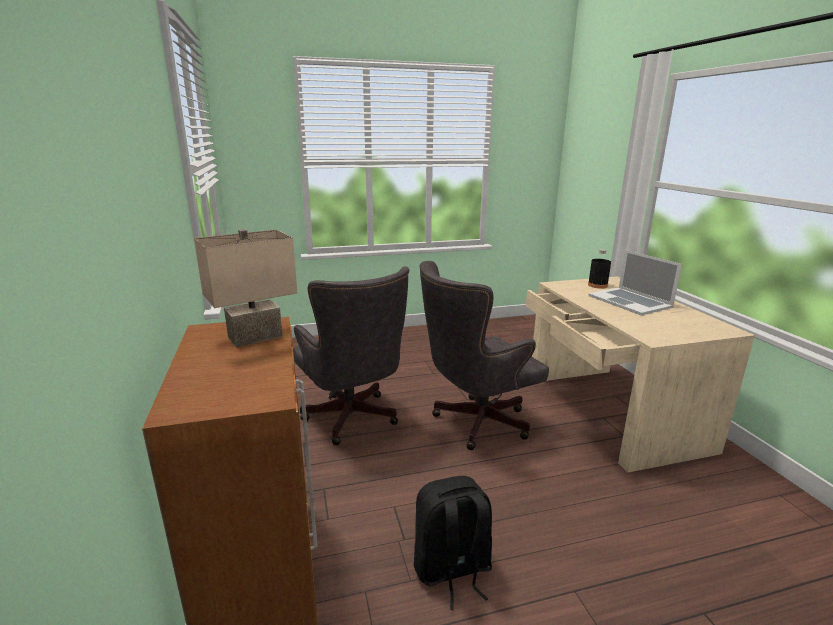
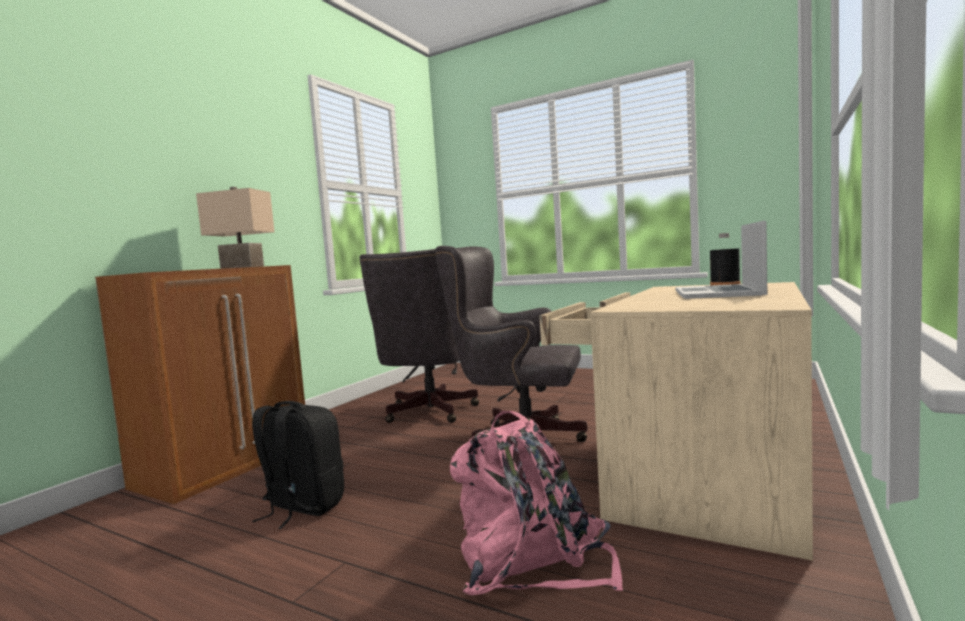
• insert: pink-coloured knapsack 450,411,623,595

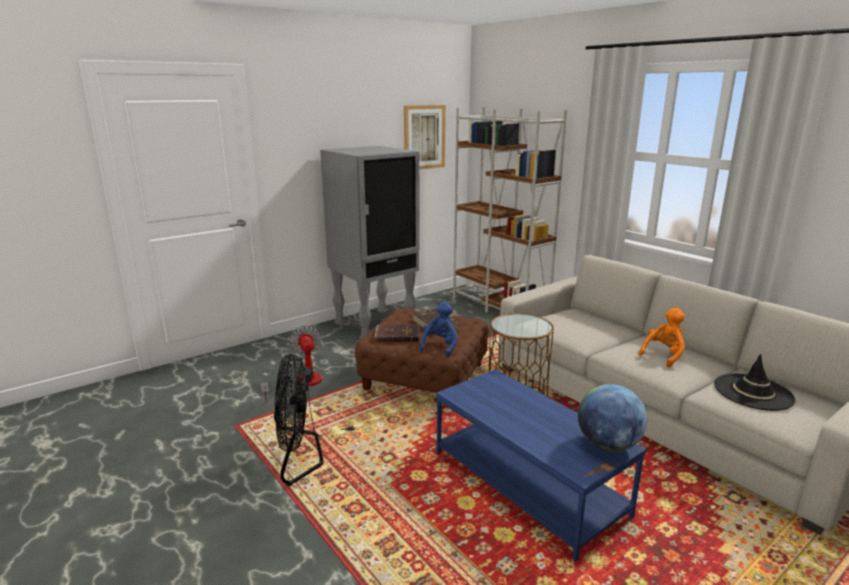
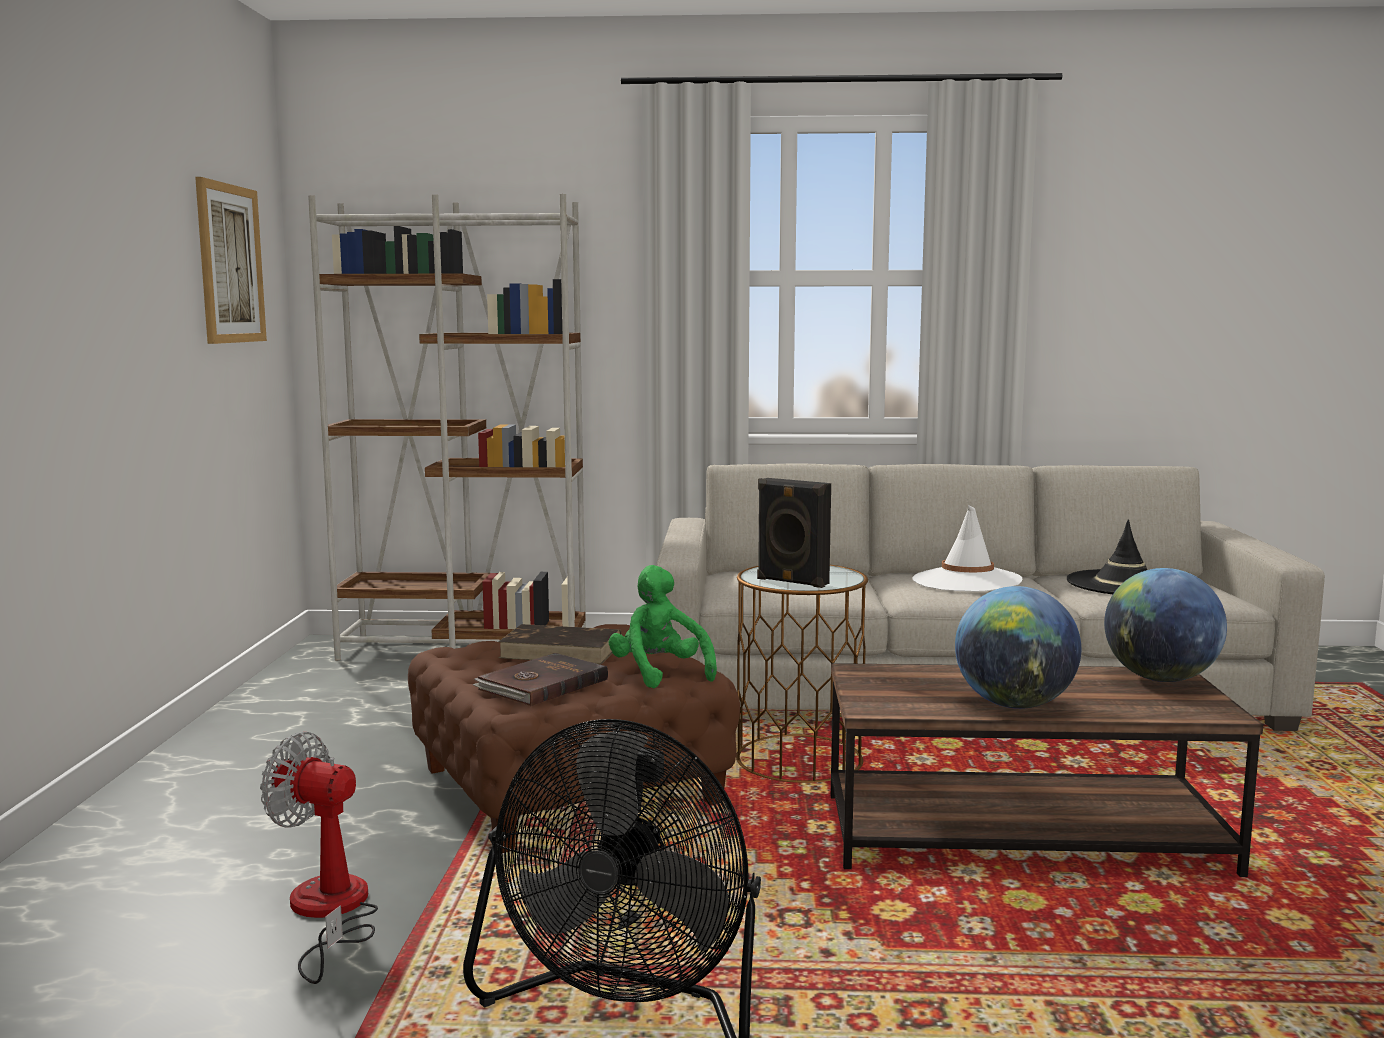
• delete: grey cabinet 320,146,420,339
• recolor: bluish cuddly toy 419,301,458,358 to greenish cuddly toy 608,565,717,689
• replace: orange cuddly toy 639,308,685,368 to white-coloured clothing hat 913,505,1022,592
• recolor: bluish low table 436,369,646,561 to brown low table 831,663,1263,877
• insert: black audio speaker 757,478,831,588
• insert: desk globe 955,586,1081,709

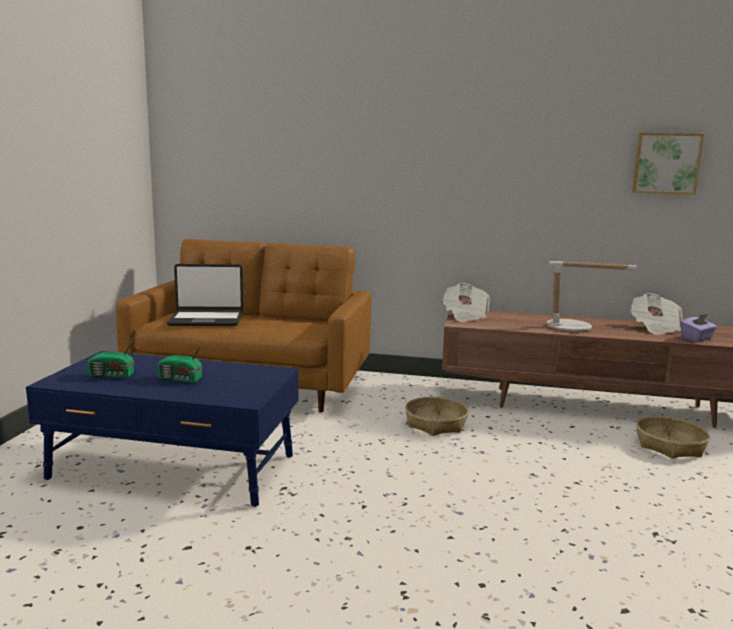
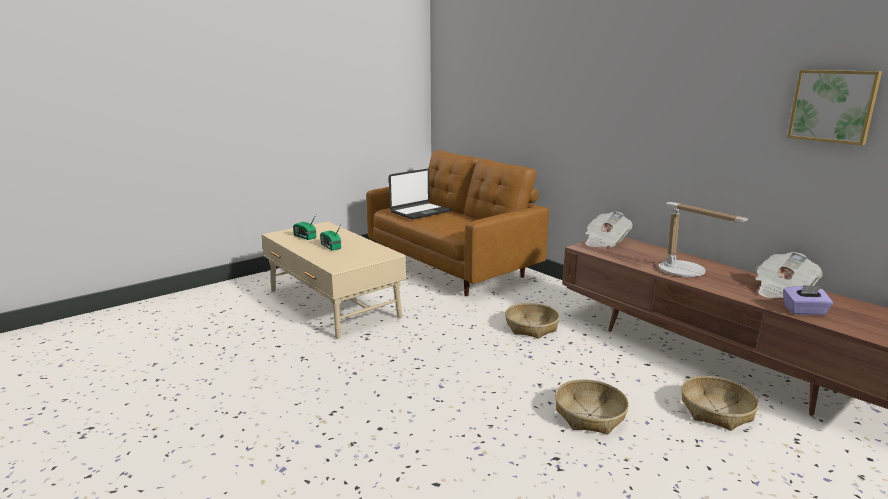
• rotate: notebook computer 167,264,243,326 = 389,169,451,219 75 degrees counterclockwise
• recolor: bluish low table 26,351,299,507 to beige low table 261,222,406,339
• insert: household basket 555,379,629,434

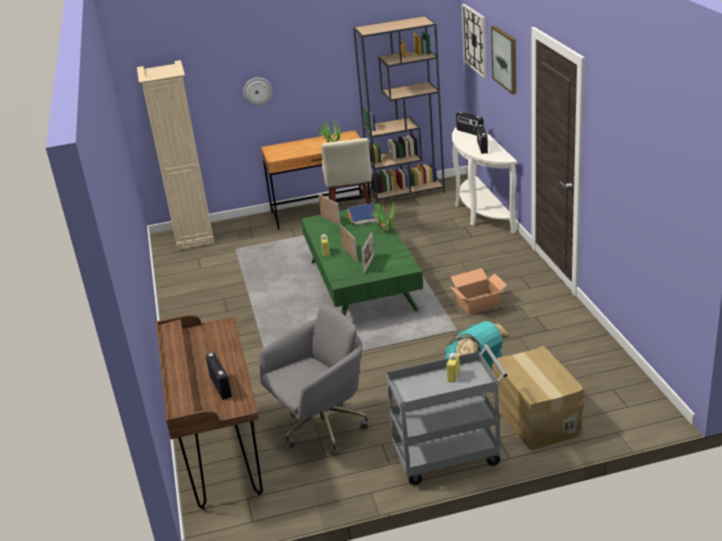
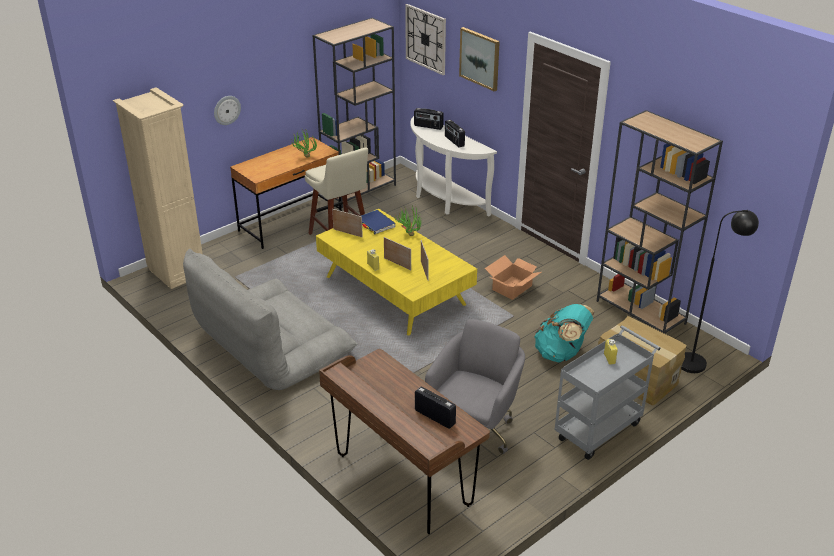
• recolor: greenish low table 301,203,423,316 to yellow low table 316,208,477,336
• insert: shelving unit 596,110,723,334
• insert: black floor lamp 681,210,759,373
• insert: grey settee 183,249,358,390

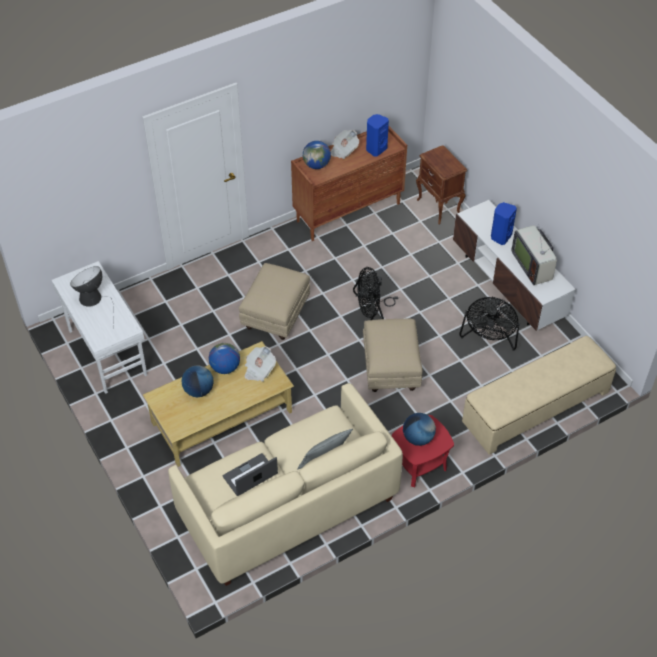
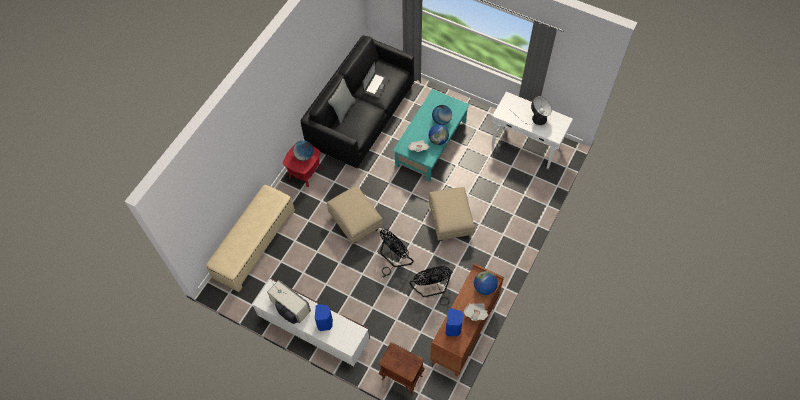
• move: black cooling fan 459,297,520,351 to 409,266,453,308
• recolor: beige low table 143,341,294,467 to blue-green low table 393,89,470,182
• recolor: beige settee 168,383,403,586 to black settee 301,35,414,169

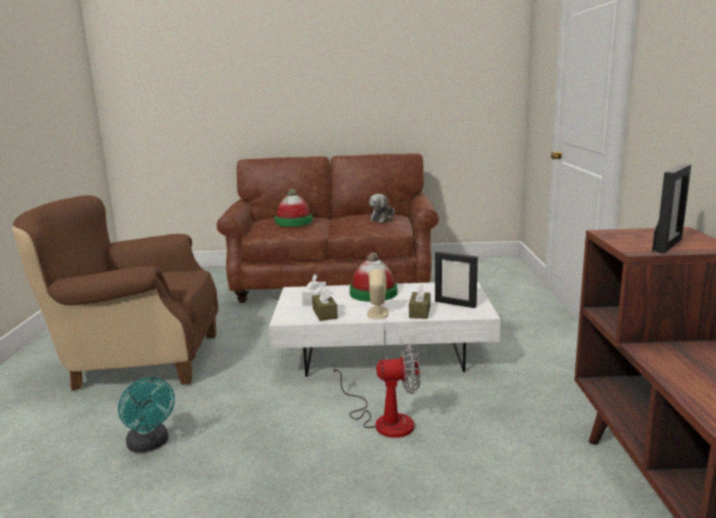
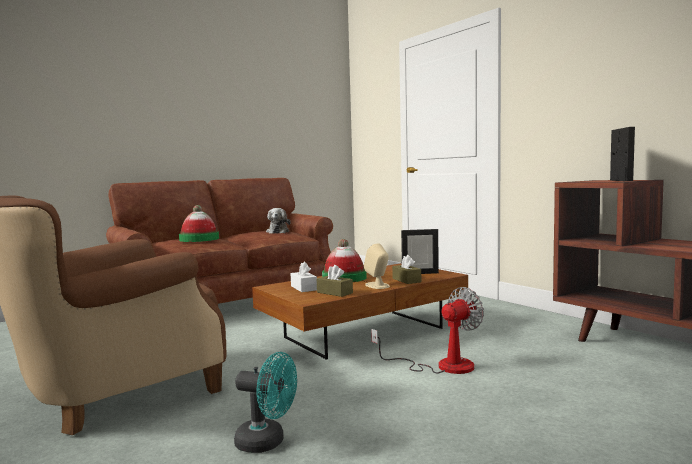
• recolor: white-coloured low table 269,281,501,377 to brown low table 252,263,468,360

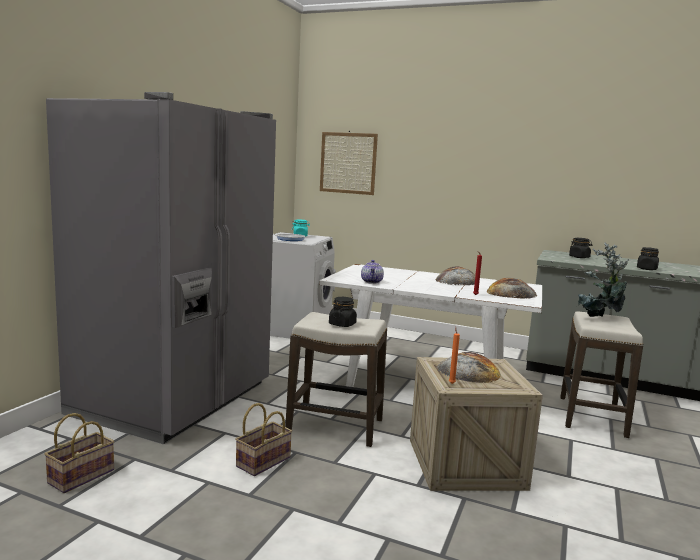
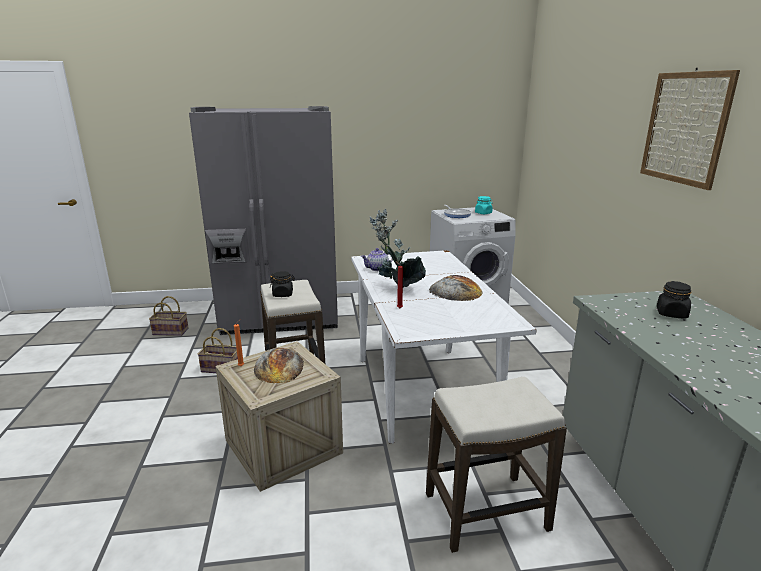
• move: wall art 320,131,378,195 to 640,68,740,190
• move: potted plant 578,242,629,317 to 370,209,426,287
• delete: black preserve jar 637,247,659,270
• delete: bread 487,278,537,299

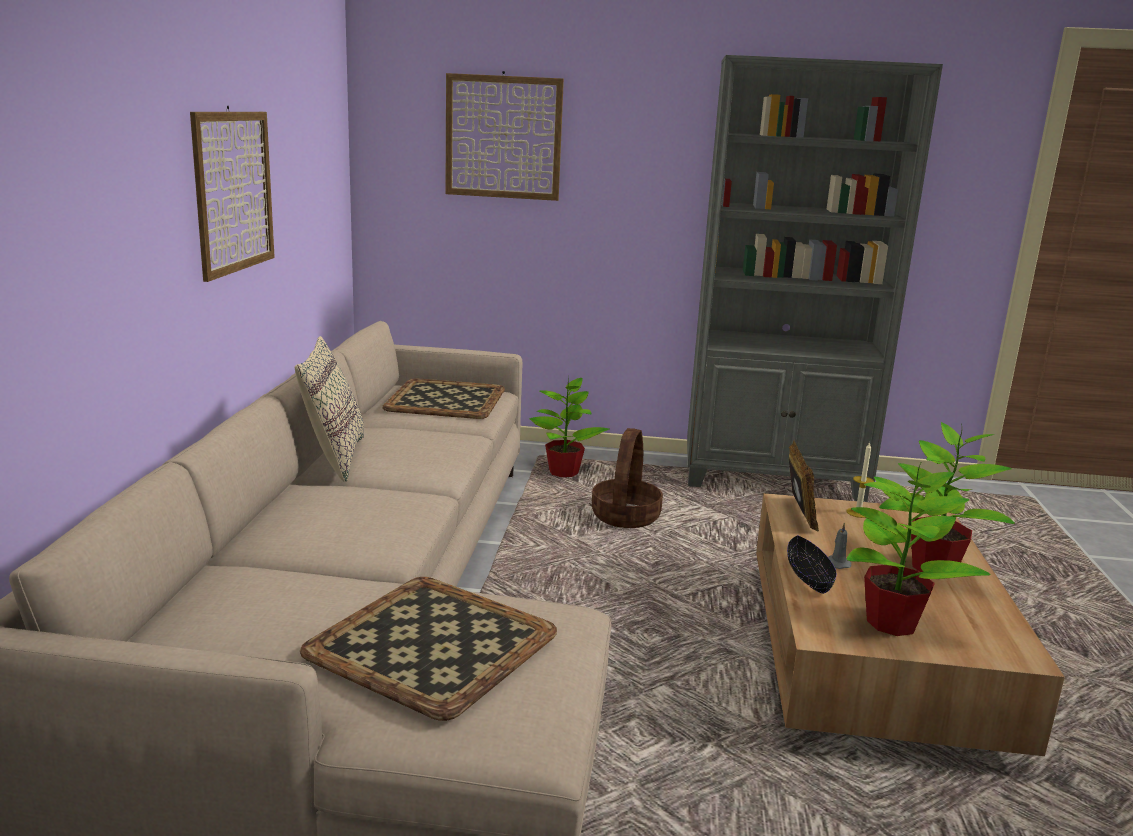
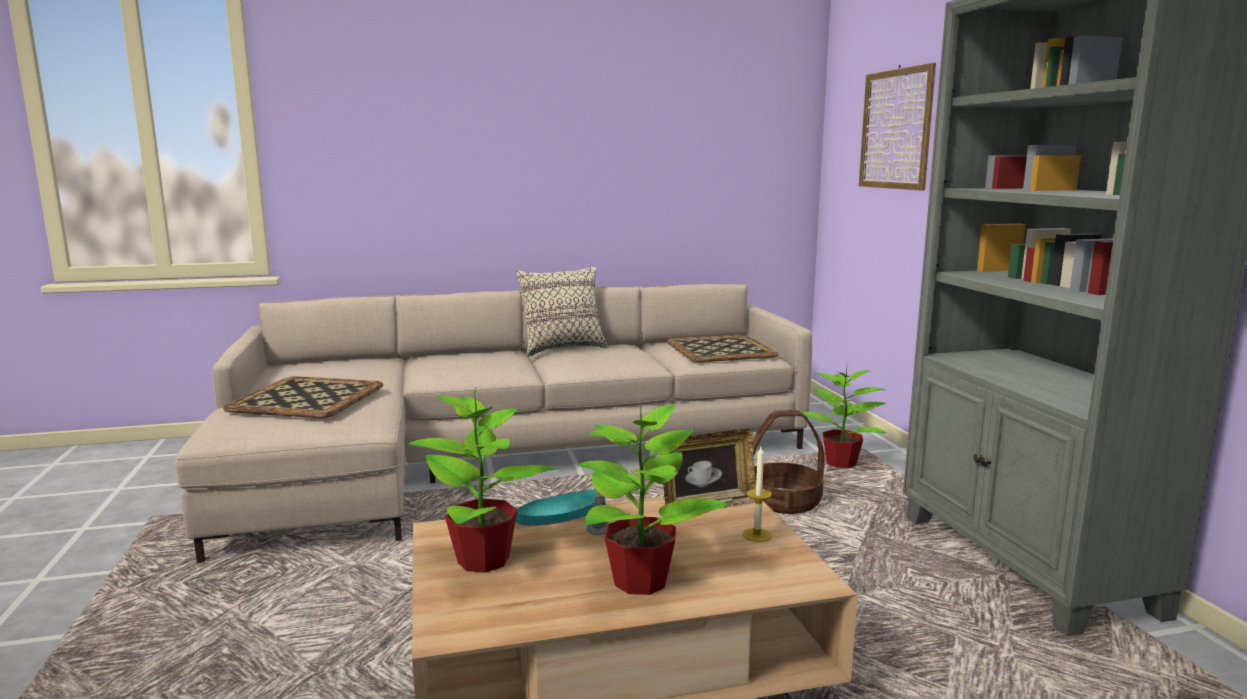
• delete: wall art 190,106,275,282
• recolor: black serving bowl 787,535,836,594 to blue-green serving bowl 516,490,597,526

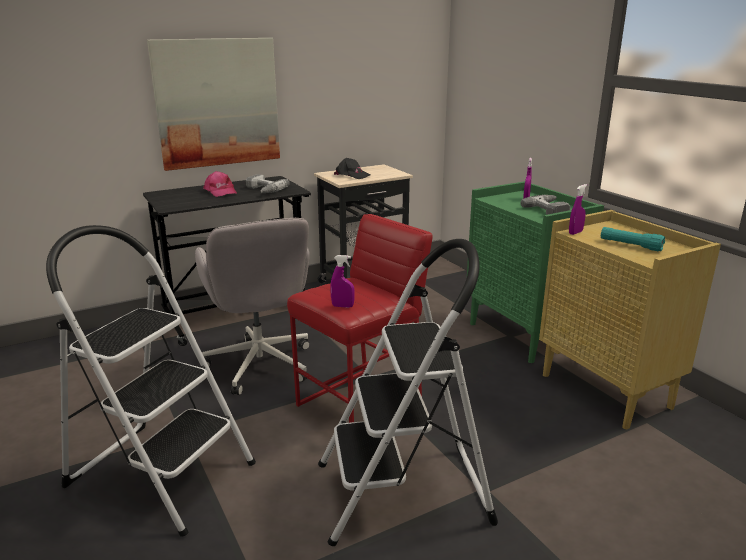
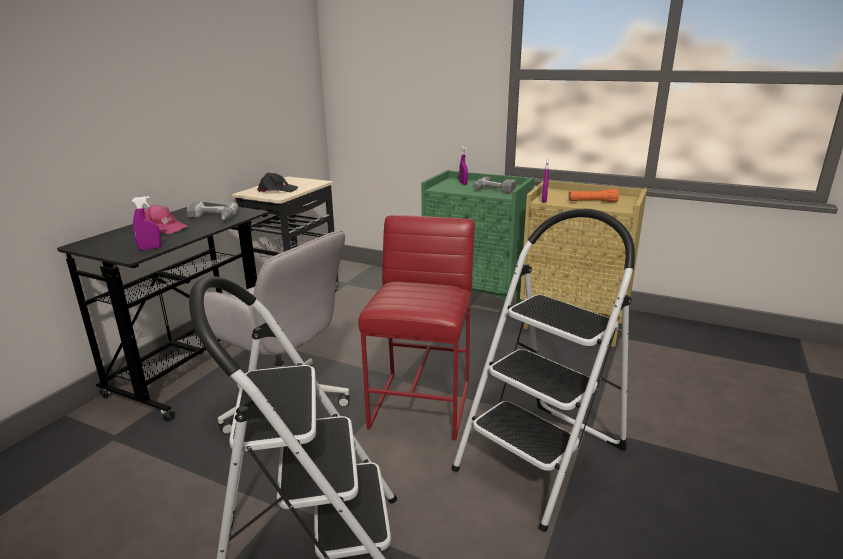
• delete: wall art 147,38,280,171
• recolor: blue-green flashlight 601,227,666,251 to orange flashlight 568,189,619,202
• move: purple hand sprayer 330,255,355,308 to 132,196,161,250

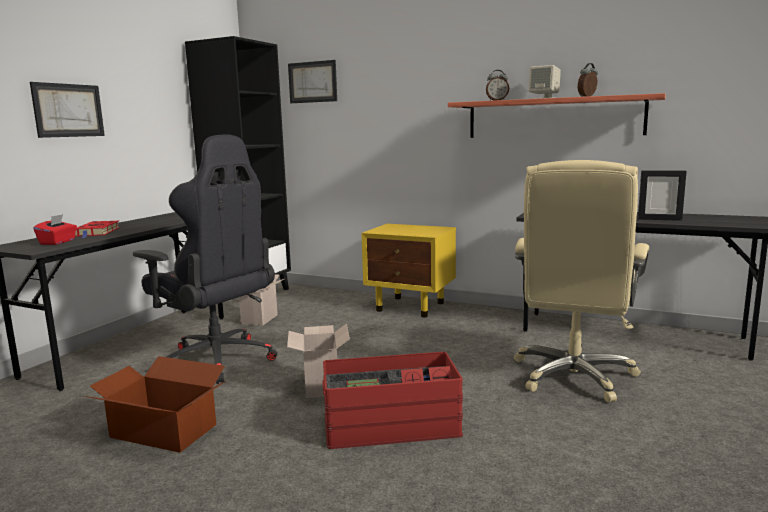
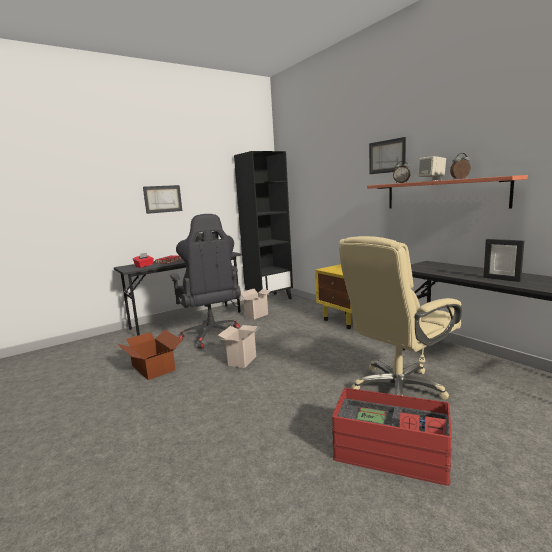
• move: wall art 288,60,337,103 to 369,137,406,174
• move: red-coloured storage box 322,352,463,449 to 332,388,452,486

